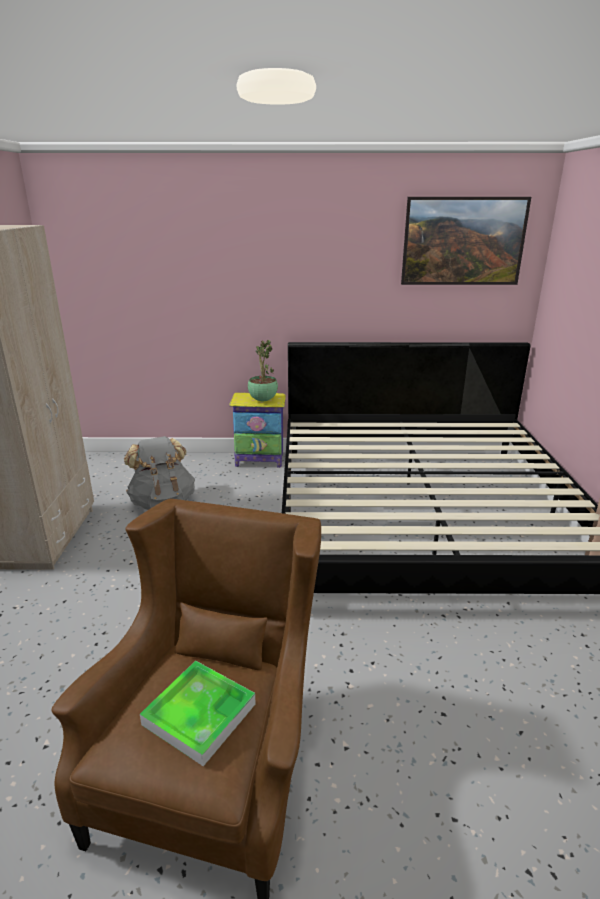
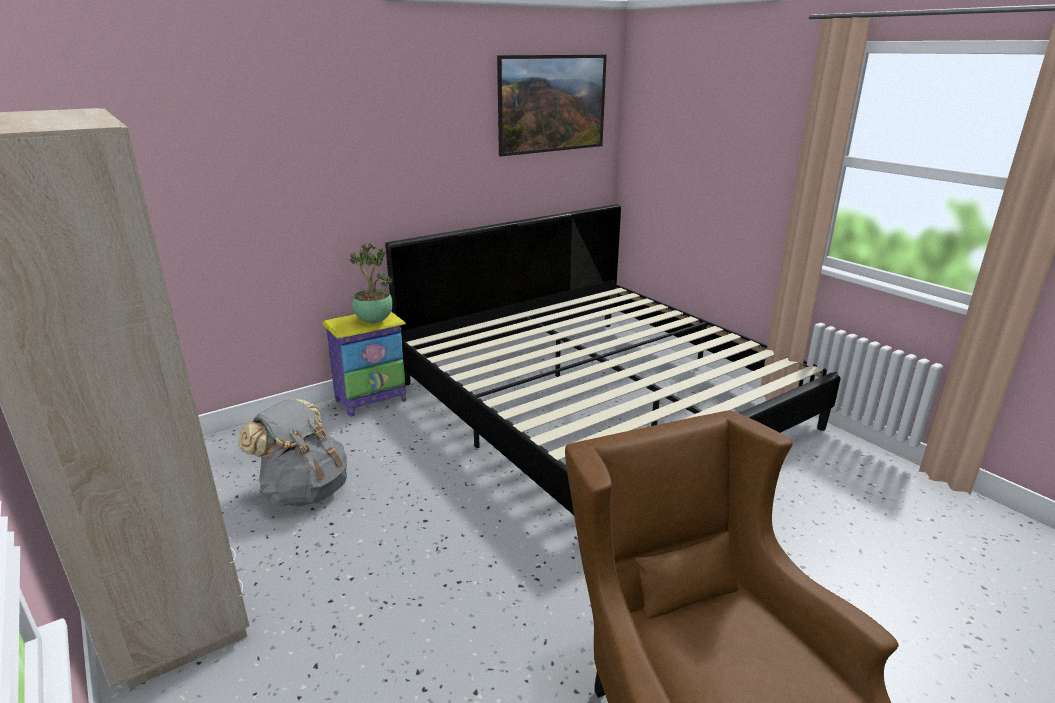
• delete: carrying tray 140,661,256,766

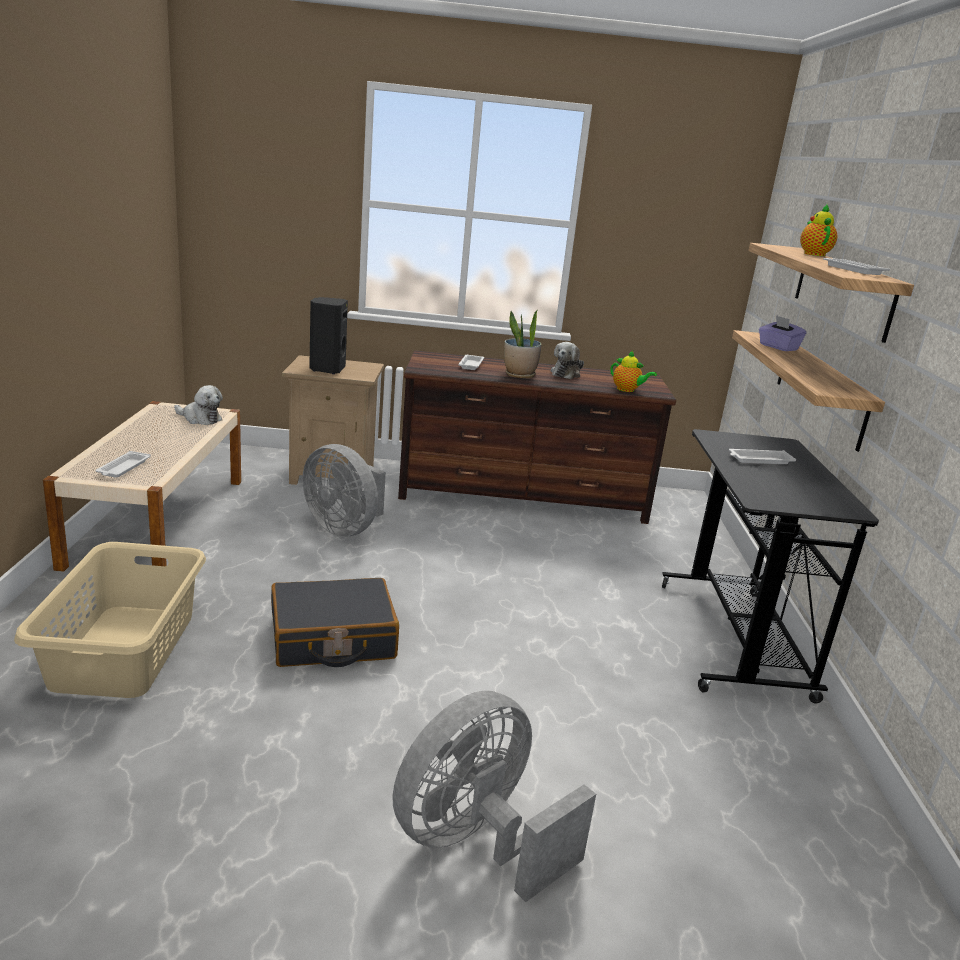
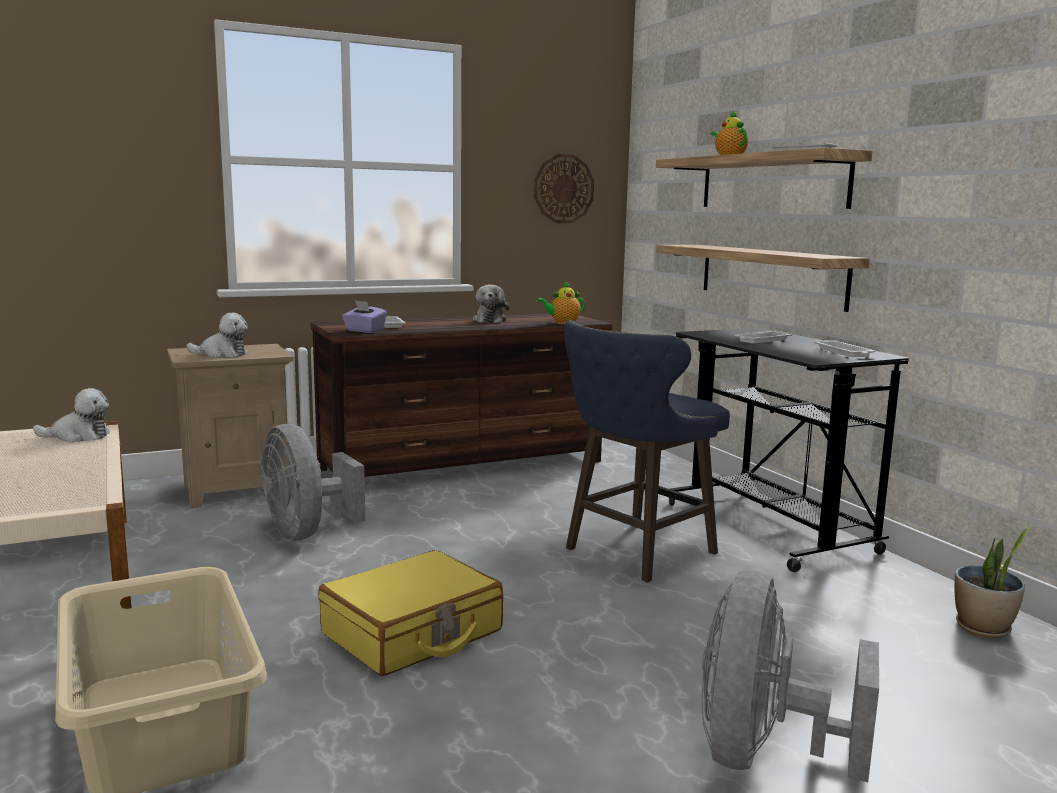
• replace: black audio speaker 309,297,348,374 to cuddly toy 187,313,248,358
• move: potted plant 504,310,541,378 to 954,527,1031,638
• move: purple tissue holder 759,315,807,351 to 342,300,387,333
• rotate: tea pot 610,351,657,392 = 536,281,585,324 150 degrees clockwise
• rotate: grey cooling fan 302,444,386,537 = 261,424,365,541 45 degrees clockwise
• move: white-coloured carrying tray 96,451,151,478 to 814,340,875,357
• recolor: black piece of luggage 271,578,399,667 to yellow piece of luggage 318,550,503,676
• insert: clock on the wall 534,154,594,223
• insert: bluish stool 564,320,730,583

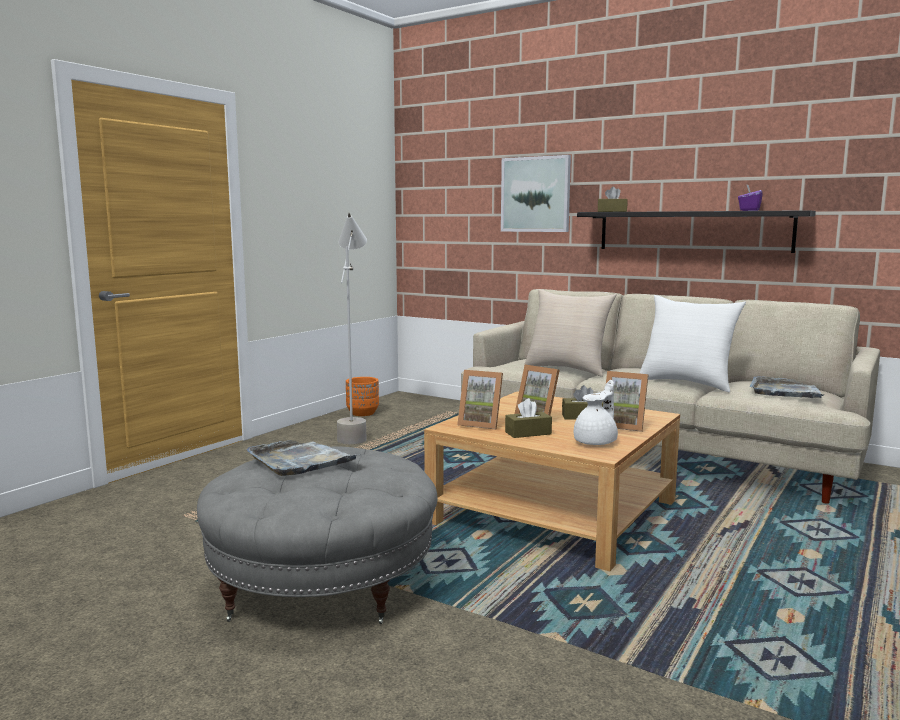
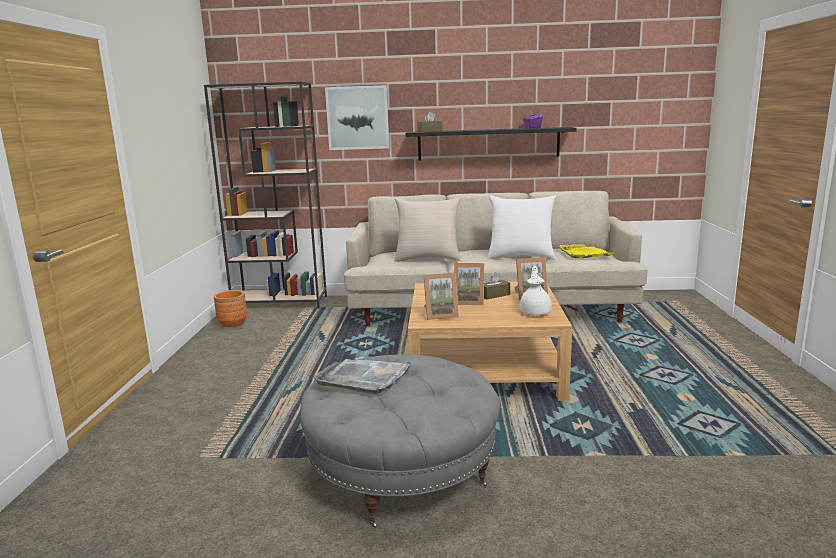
• delete: grey floor lamp 337,213,367,444
• recolor: grey carrying tray 750,376,824,398 to yellow carrying tray 559,244,614,258
• delete: brown tissue holder 505,398,552,438
• insert: shelving unit 204,82,327,308

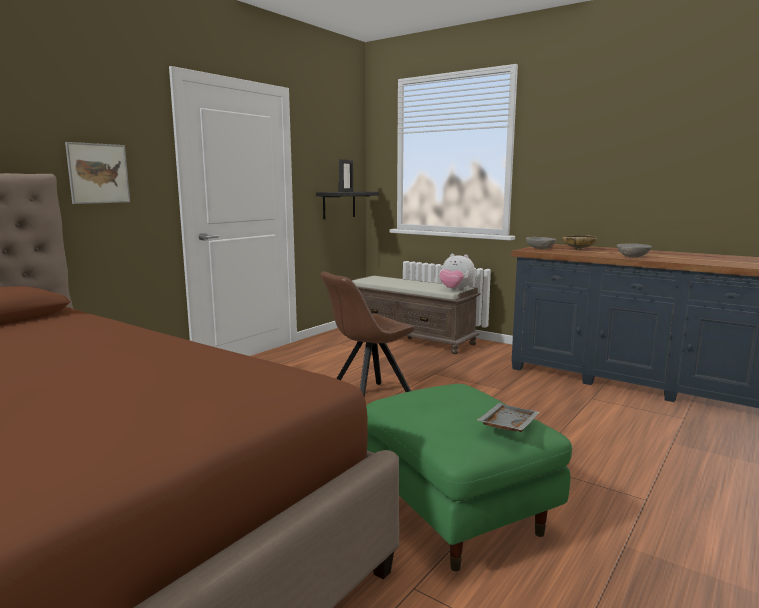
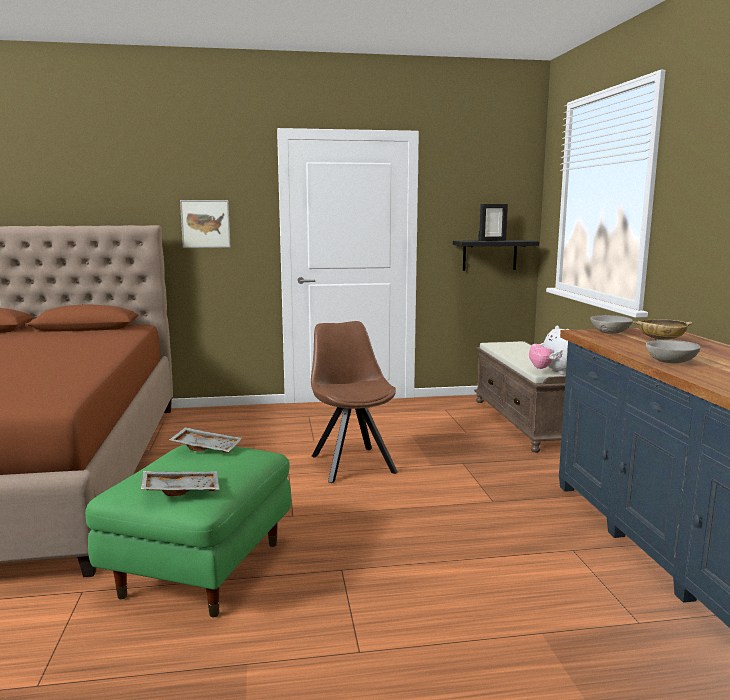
• rotate: brown chair 321,271,415,398 = 311,321,398,483 60 degrees clockwise
• insert: grey carrying tray 169,427,242,453

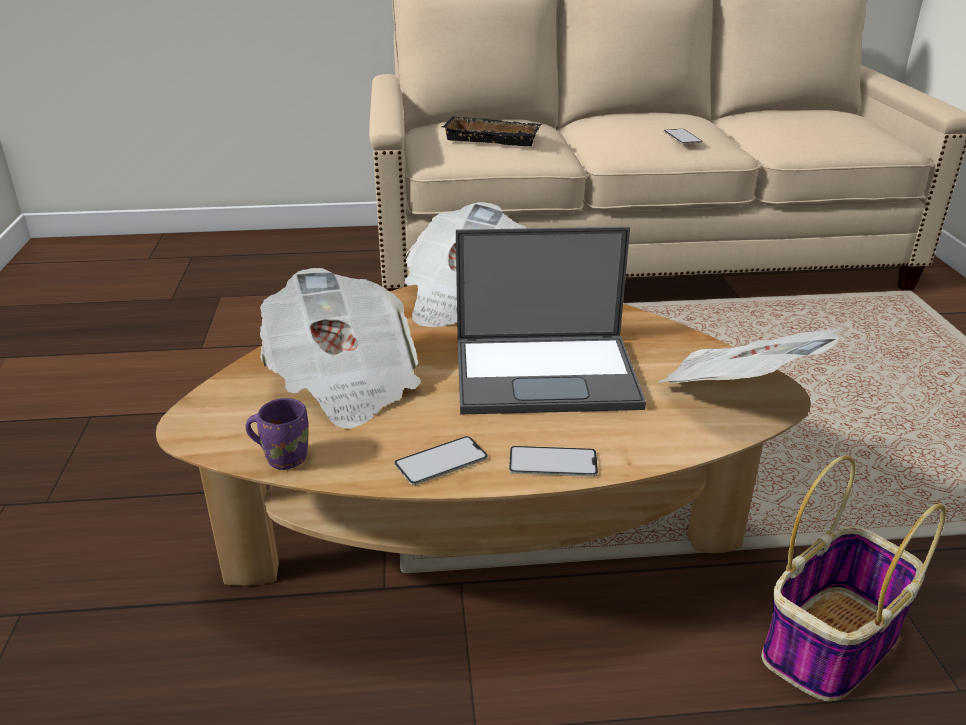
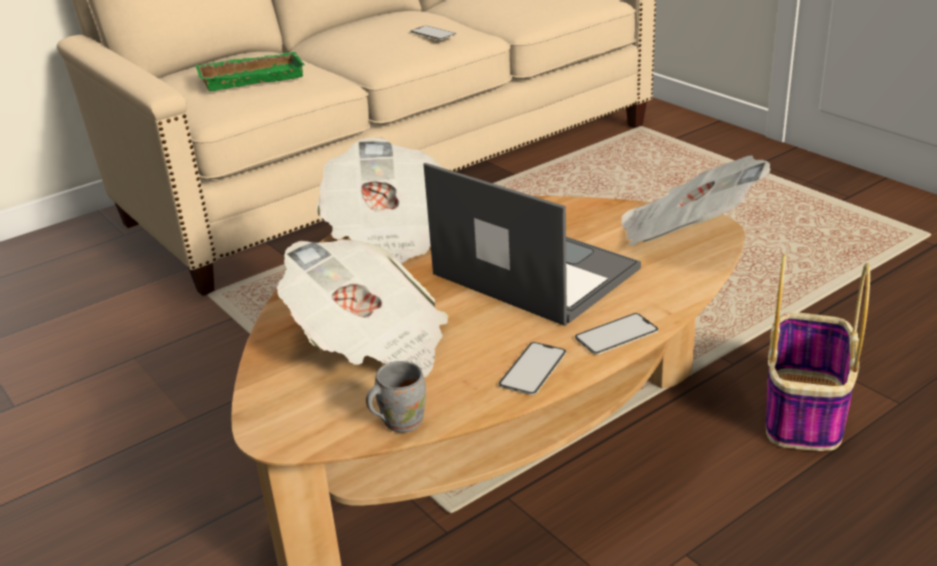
• recolor: black carrying tray 441,116,542,146 to greenish carrying tray 195,52,305,91
• rotate: notebook computer 456,227,646,415 = 423,163,641,326 105 degrees counterclockwise
• recolor: purple coffee mug 246,398,309,470 to grey coffee mug 366,361,426,433

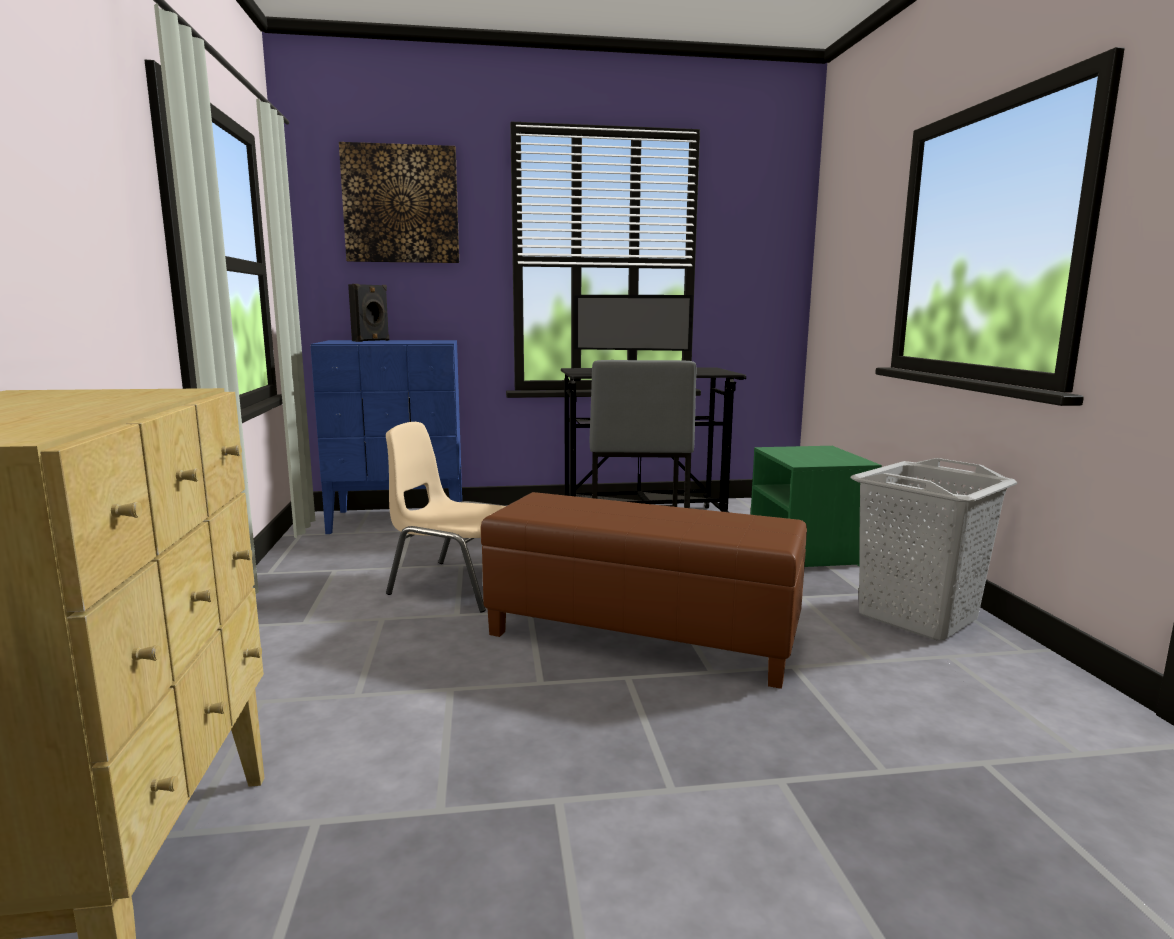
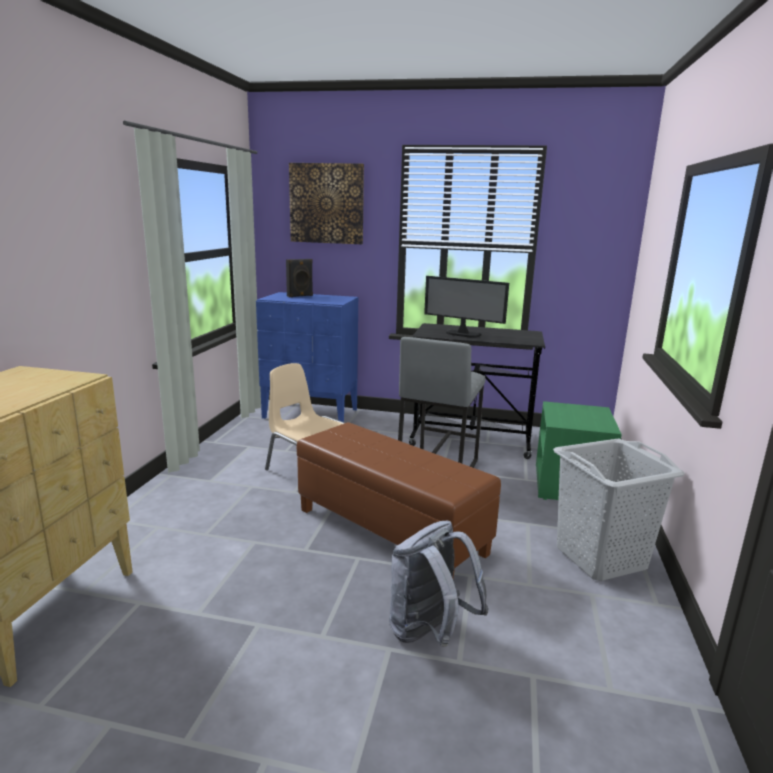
• insert: grey knapsack 389,521,489,647

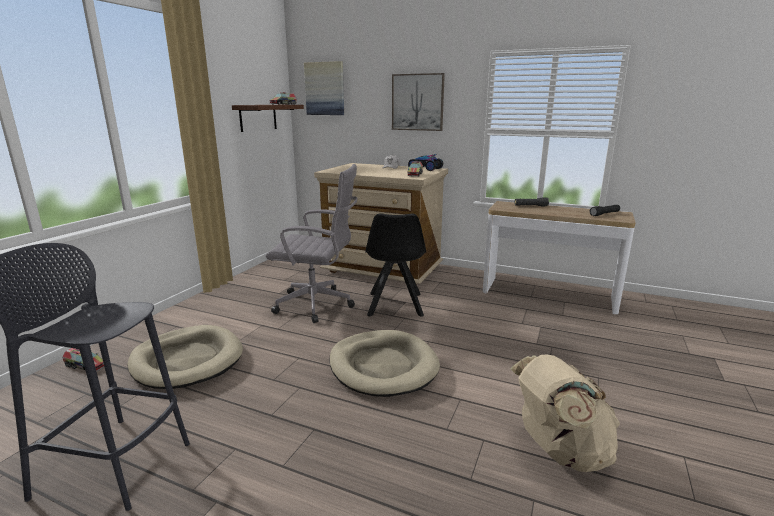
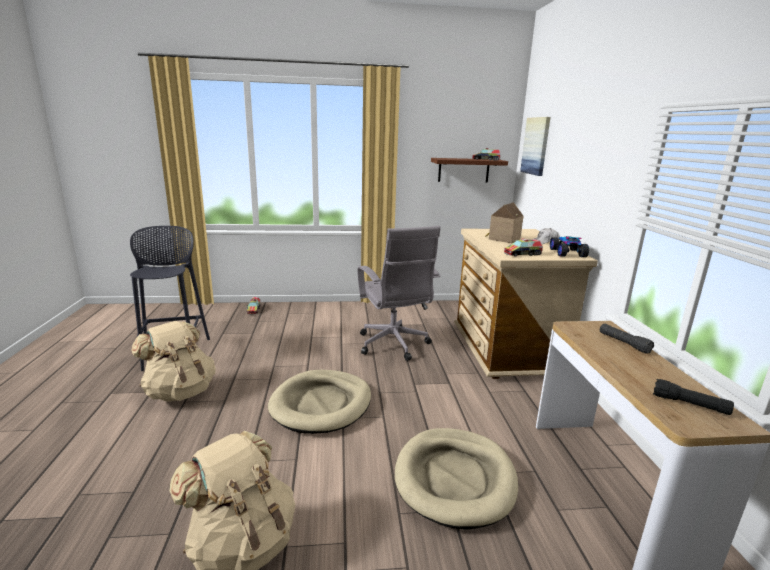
• delete: wall art 392,73,445,131
• delete: black chair 365,213,426,317
• move: beige dog bed 127,325,243,389 to 395,428,518,530
• insert: model house 485,202,524,243
• insert: beige knapsack 131,321,216,402

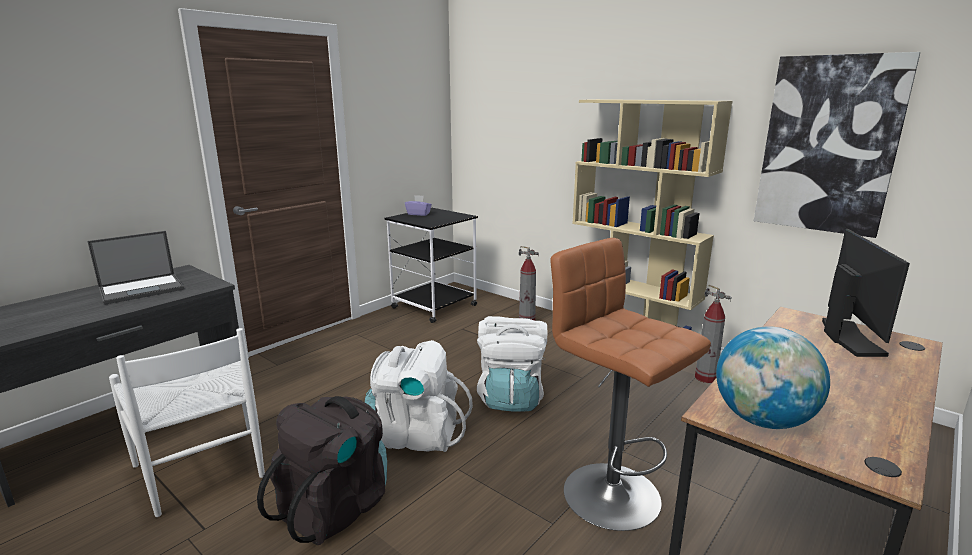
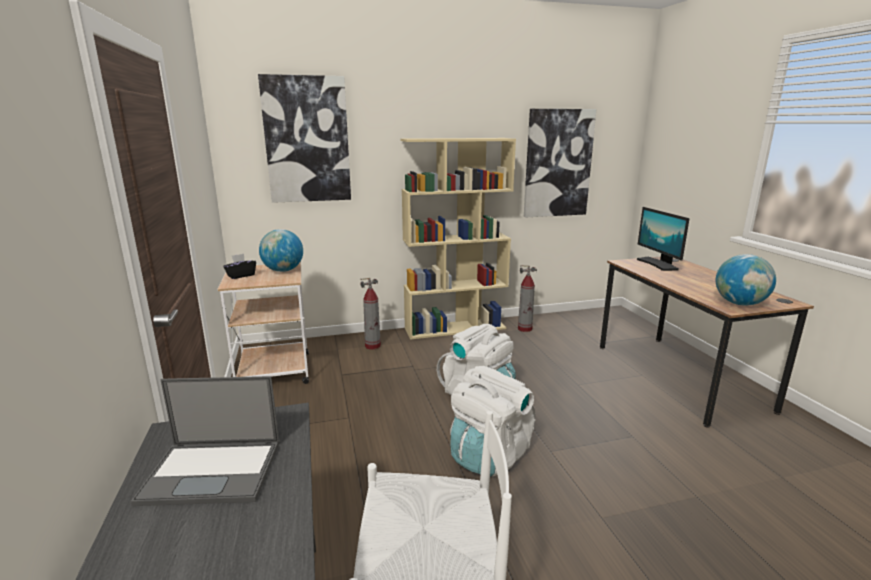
• recolor: purple tissue holder 405,195,432,216 to black tissue holder 223,254,256,279
• recolor: black wheeled cart 385,208,478,323 to beige wheeled cart 217,262,310,384
• rotate: monitor 822,229,910,357 = 637,207,690,271 150 degrees counterclockwise
• rotate: notebook computer 88,231,184,305 = 131,376,280,506 90 degrees clockwise
• delete: brown stool 550,238,711,531
• delete: black knapsack 257,396,387,545
• insert: wall art 258,74,351,203
• insert: desk globe 259,229,303,272

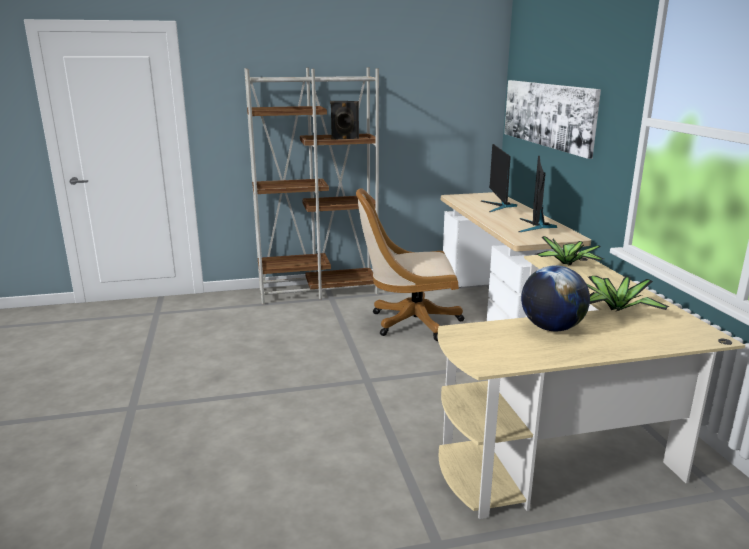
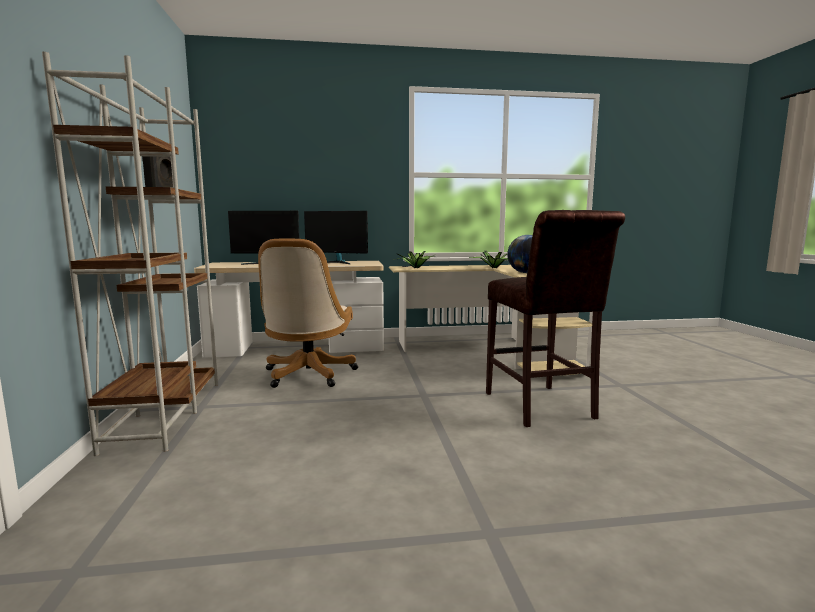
• delete: wall art 504,80,601,159
• insert: brown stool 486,210,625,427

